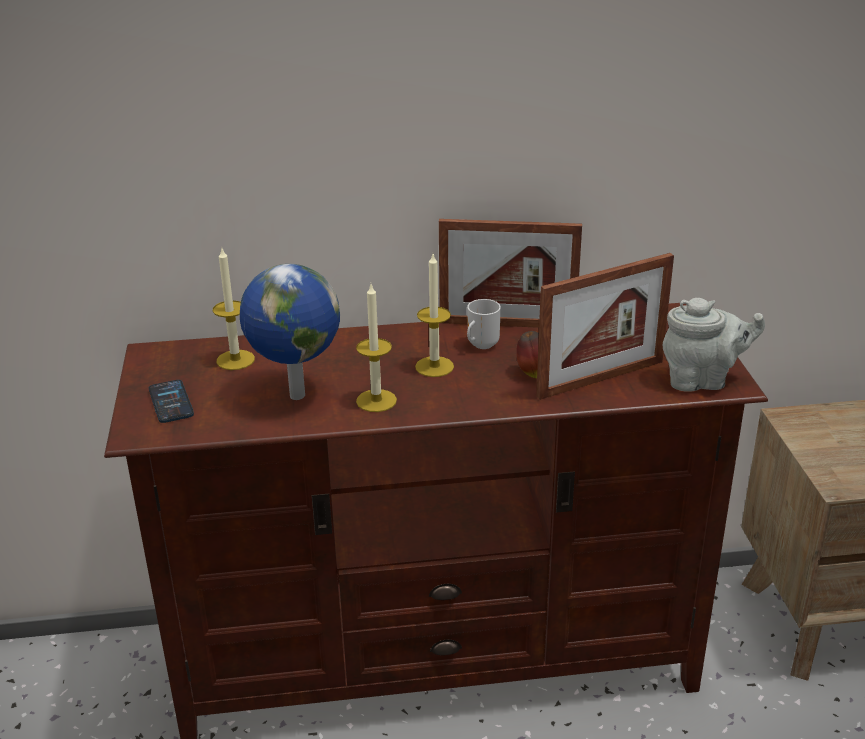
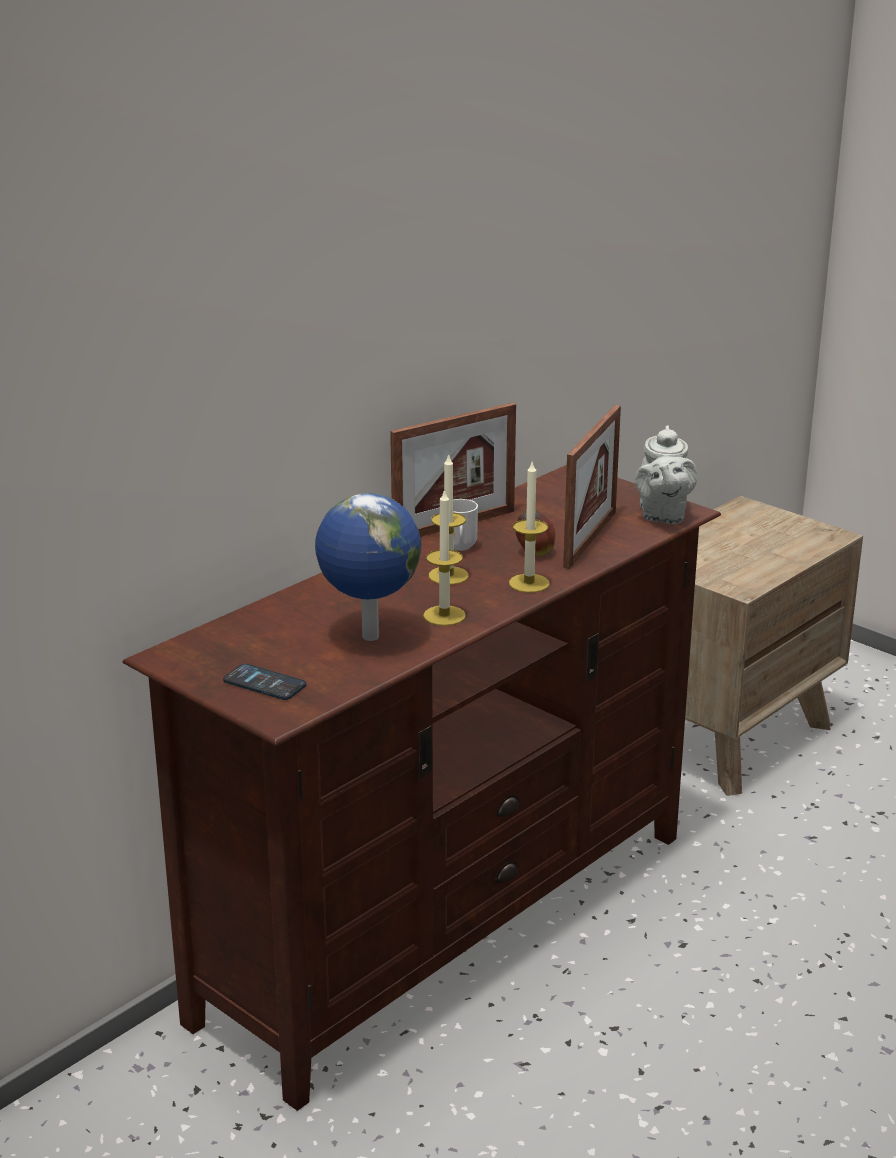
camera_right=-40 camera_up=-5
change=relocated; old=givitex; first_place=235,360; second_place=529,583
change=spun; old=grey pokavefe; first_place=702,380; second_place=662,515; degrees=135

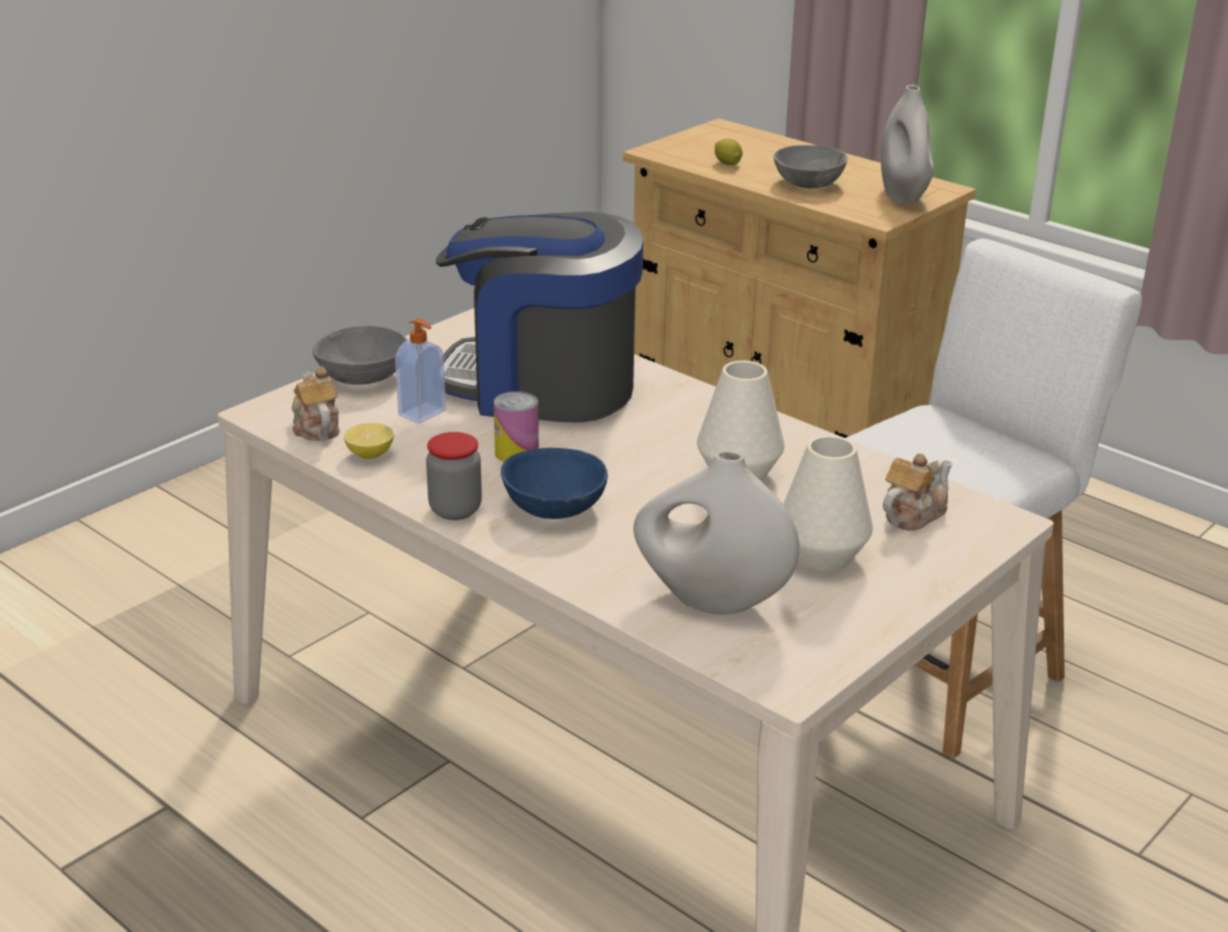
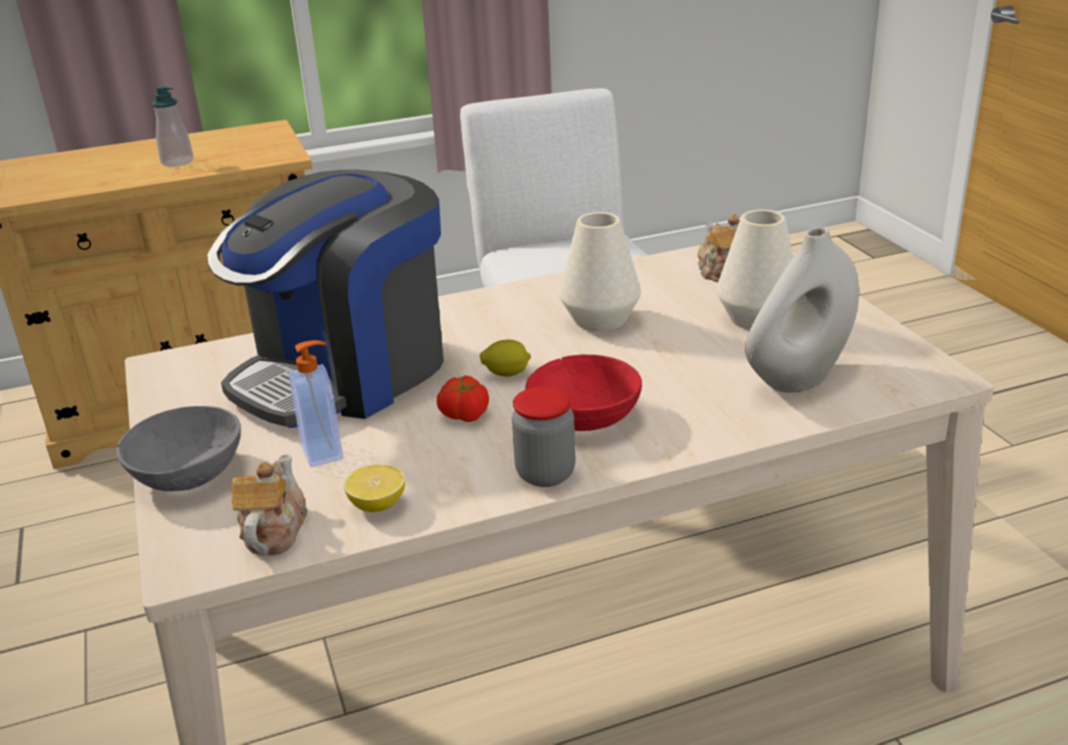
camera_right=-60 camera_up=0
change=spun; old=pokavefe; first_place=315,427; second_place=273,531; degrees=90
change=exchanged; old=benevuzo; new=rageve; first_place=516,453; second_place=464,415
change=colour; old=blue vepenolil; new=red vepenolil; first_place=553,507; second_place=585,417
change=relocated; old=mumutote; first_place=727,163; second_place=506,374
change=exchanged; old=grey vepenolil; new=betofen; first_place=809,182; second_place=177,162
change=missing; old=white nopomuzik; first_place=903,196

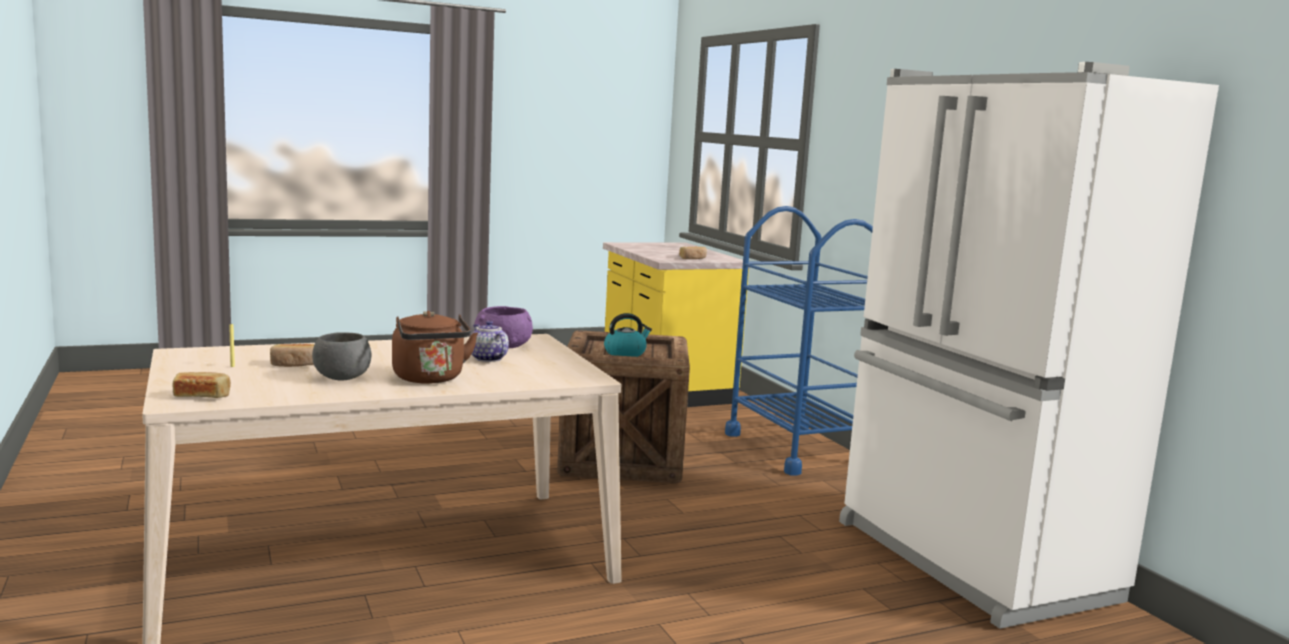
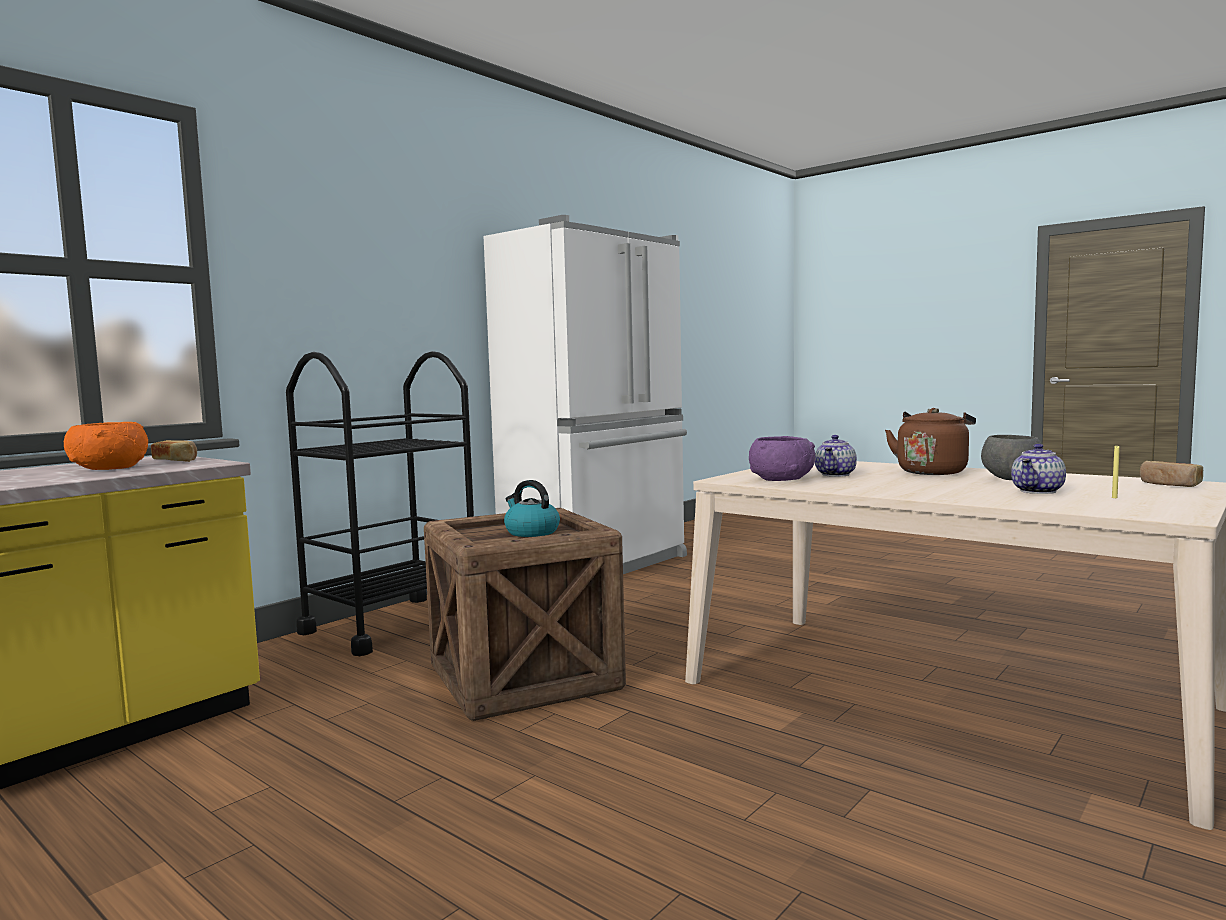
camera_right=-115 camera_up=-5
change=exchanged; old=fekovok; new=pokavefe; first_place=294,364; second_place=1038,491
change=colour; old=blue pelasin; new=black pelasin; first_place=797,449; second_place=392,624
change=appeared; new=orange vepenolil; second_place=109,468

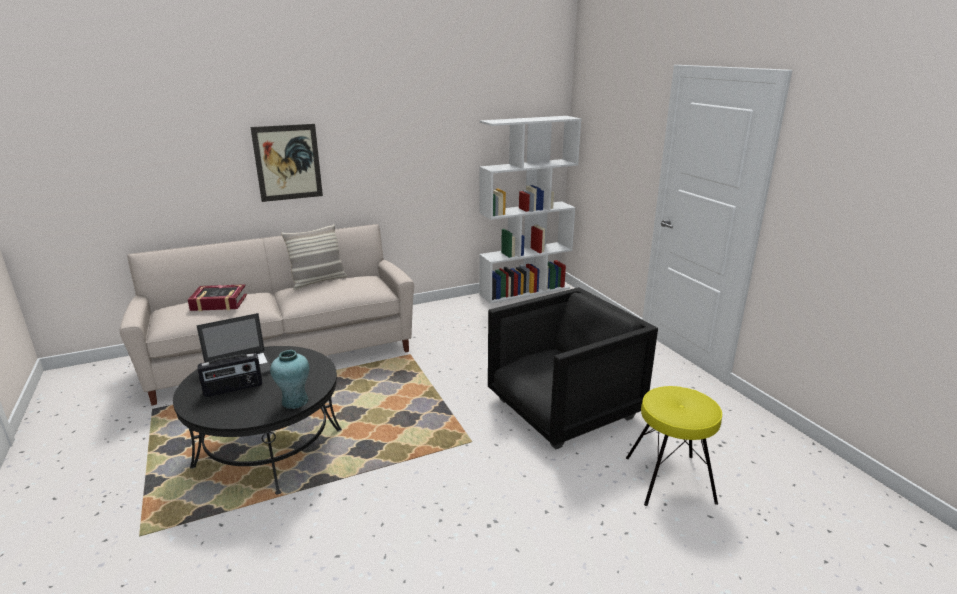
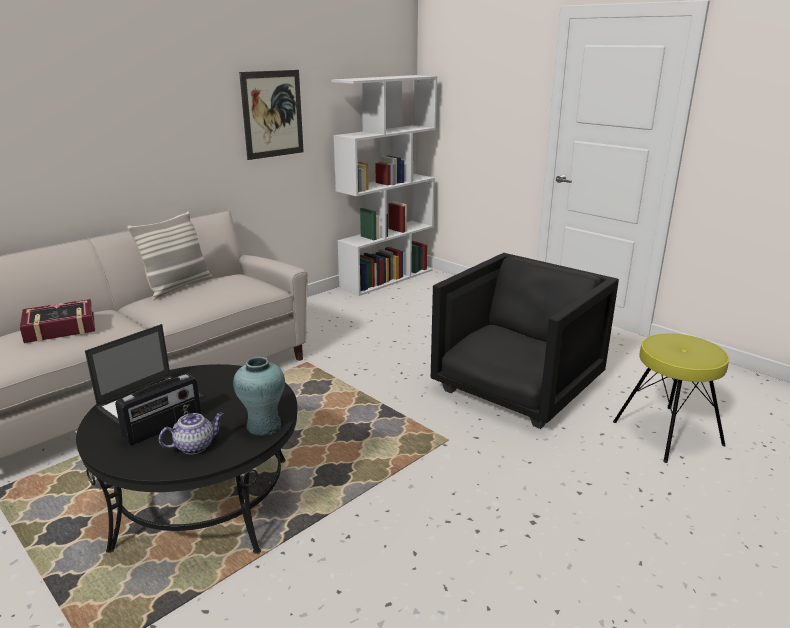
camera_right=-20 camera_up=0
change=relocated; old=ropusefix; first_place=288,162; second_place=272,114
change=appeared; new=pokavefe; second_place=195,446

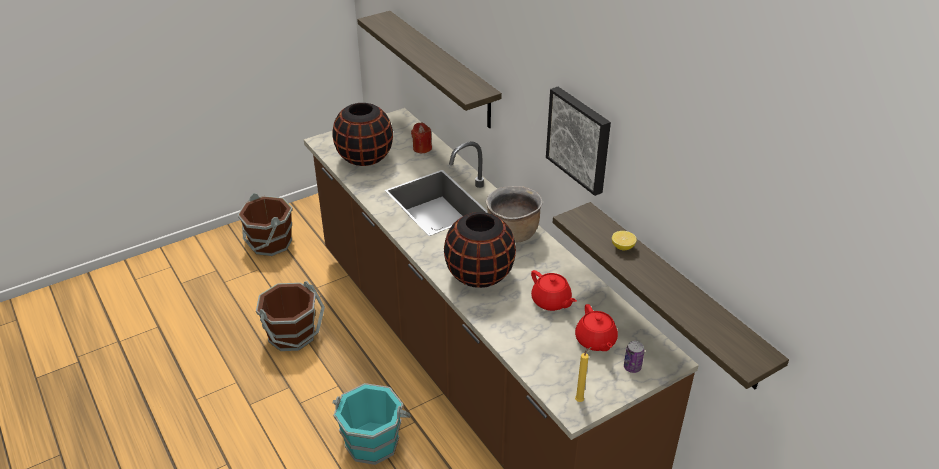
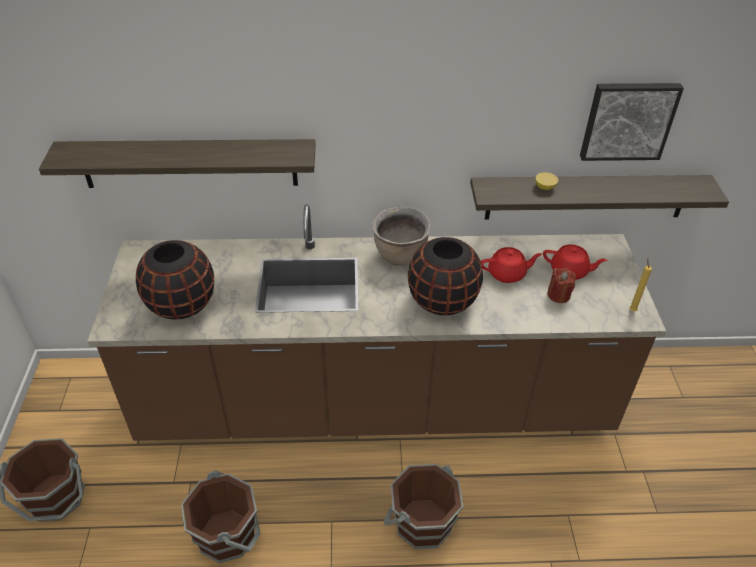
camera_right=-60 camera_up=5
change=colour; old=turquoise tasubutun; new=brown tasubutun; first_place=372,441; second_place=422,522
change=relocated; old=red givitex; first_place=422,148; second_place=558,295
change=relocated; old=ropusefix; first_place=580,139; second_place=628,120
change=missing; old=benevuzo; first_place=632,367

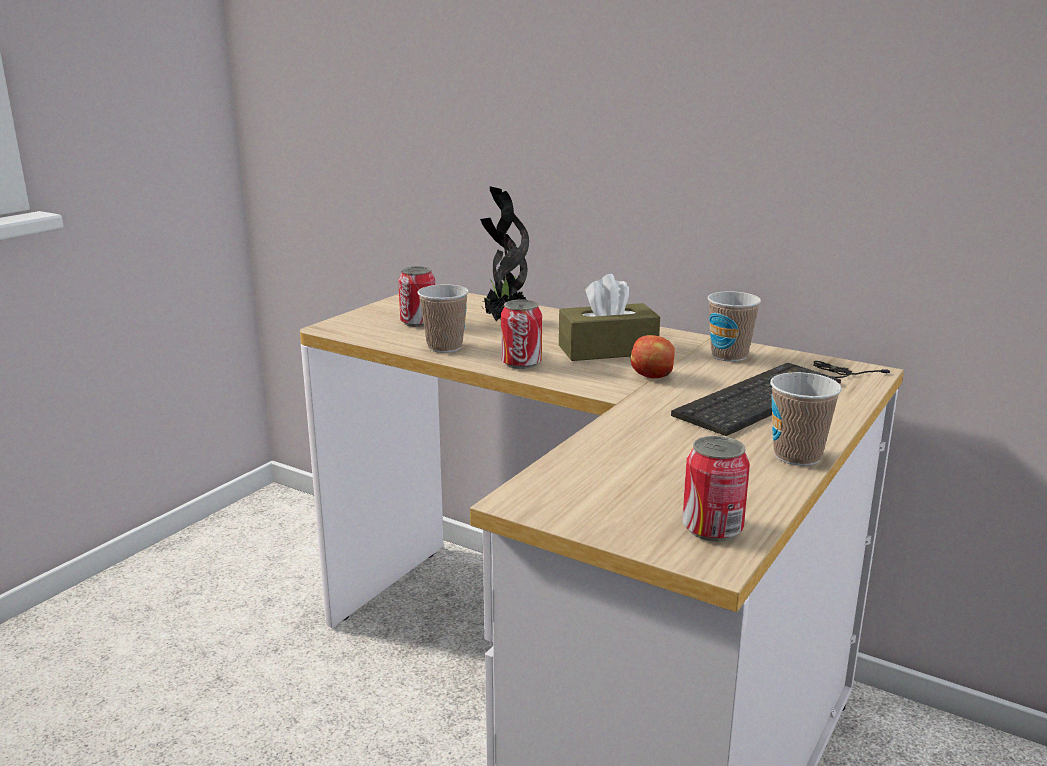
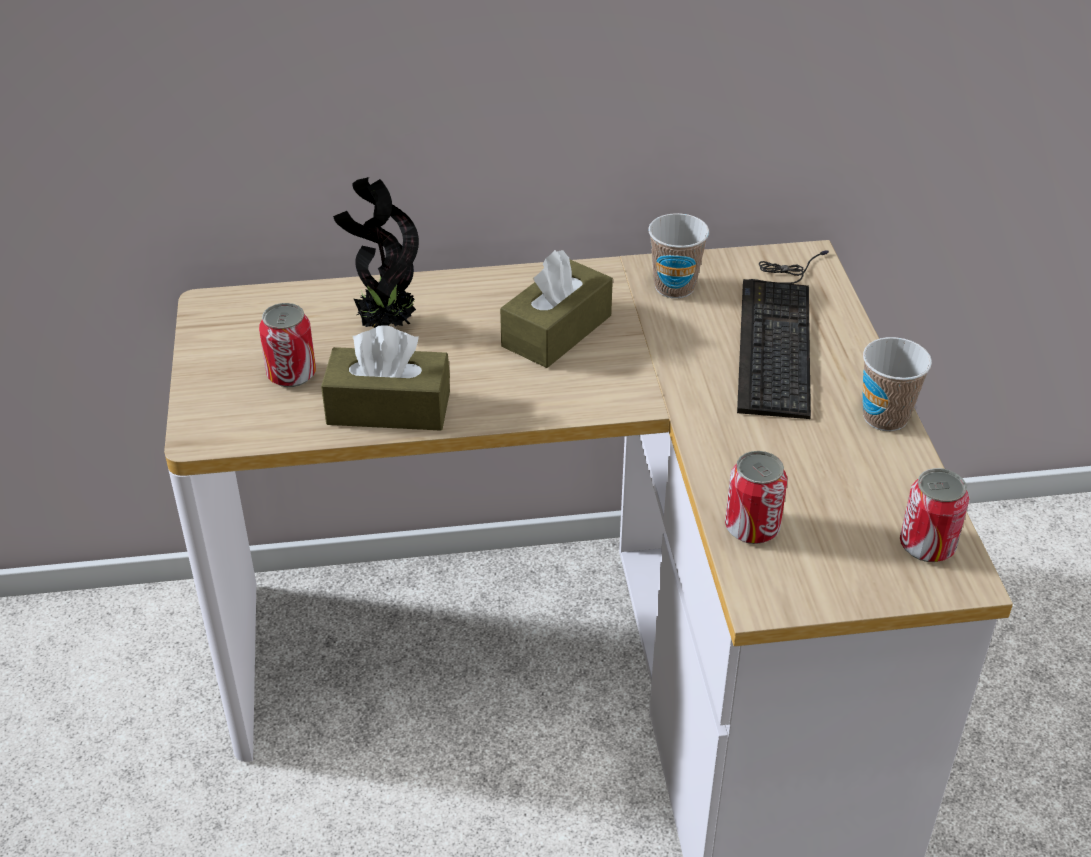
camera_right=-40 camera_up=20
change=exchanged; old=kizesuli; new=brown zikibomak; first_place=444,347; second_place=388,408
change=relocated; old=benevuzo; first_place=521,363; second_place=752,527
change=missing; old=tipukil; first_place=653,376

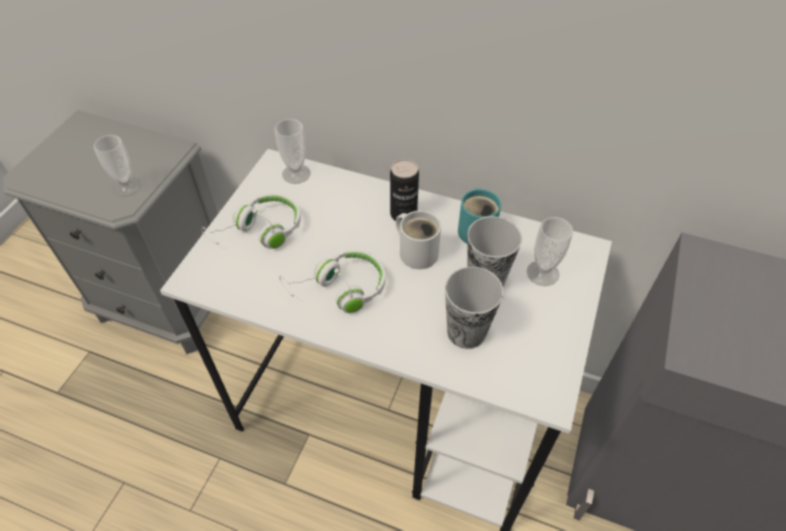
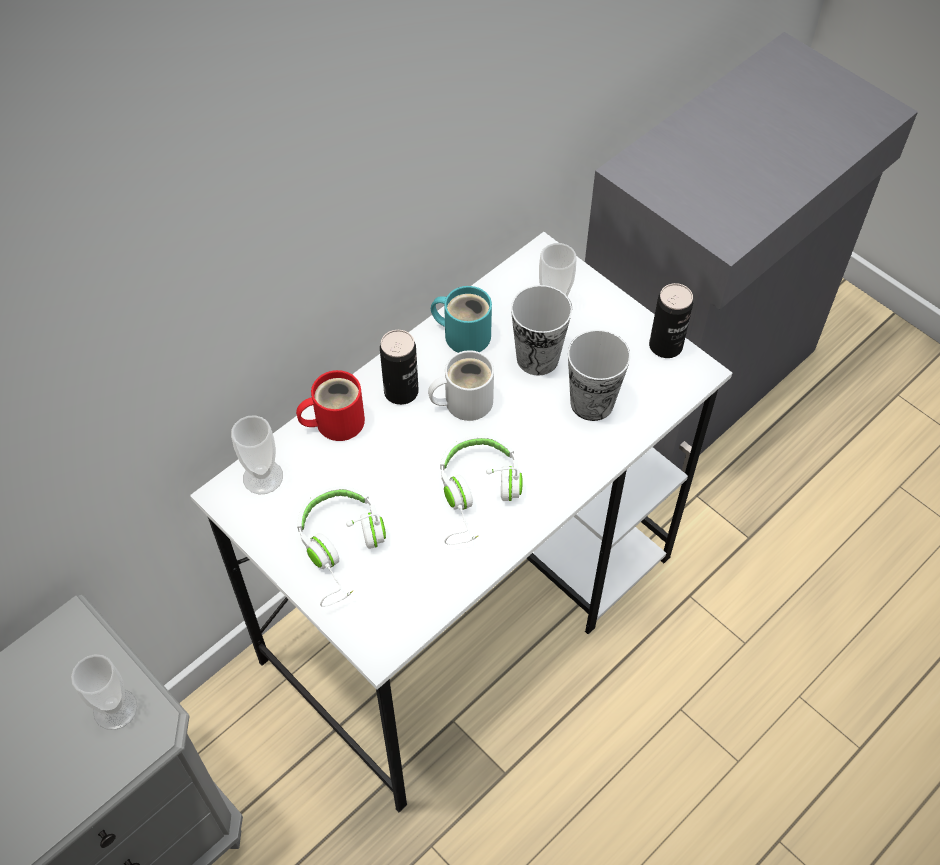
camera_right=-65 camera_up=5
change=appeared; new=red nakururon; second_place=335,421
change=appeared; new=benevuzo; second_place=665,346

